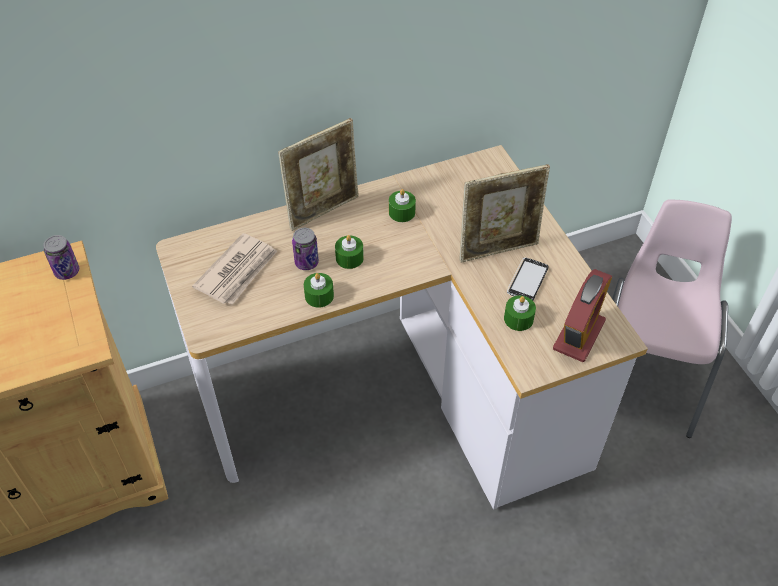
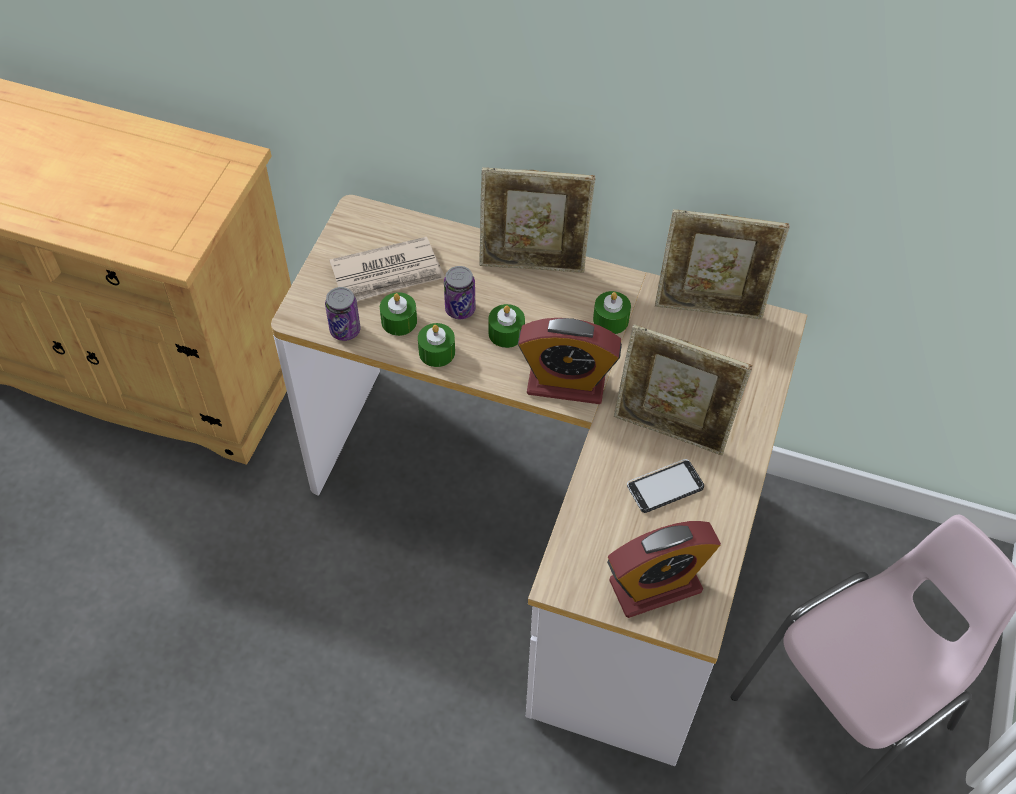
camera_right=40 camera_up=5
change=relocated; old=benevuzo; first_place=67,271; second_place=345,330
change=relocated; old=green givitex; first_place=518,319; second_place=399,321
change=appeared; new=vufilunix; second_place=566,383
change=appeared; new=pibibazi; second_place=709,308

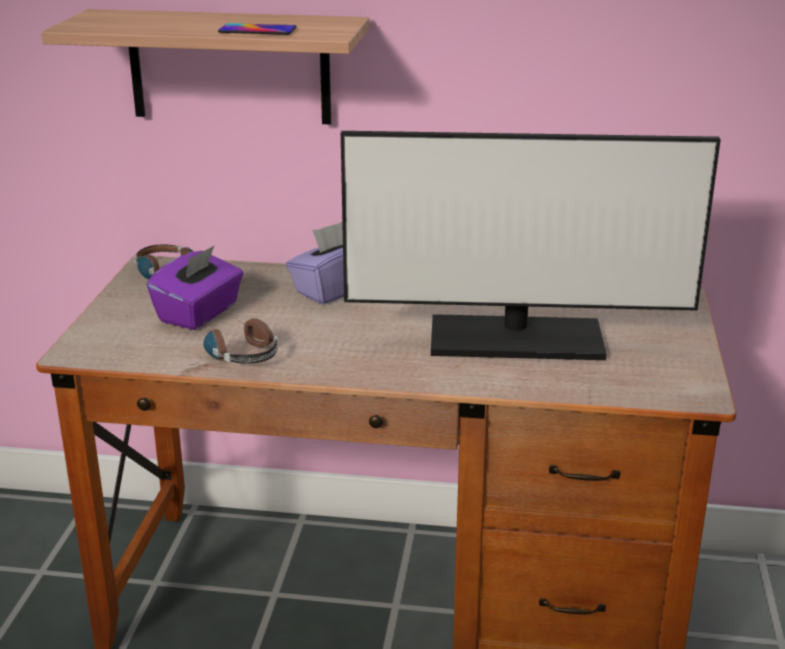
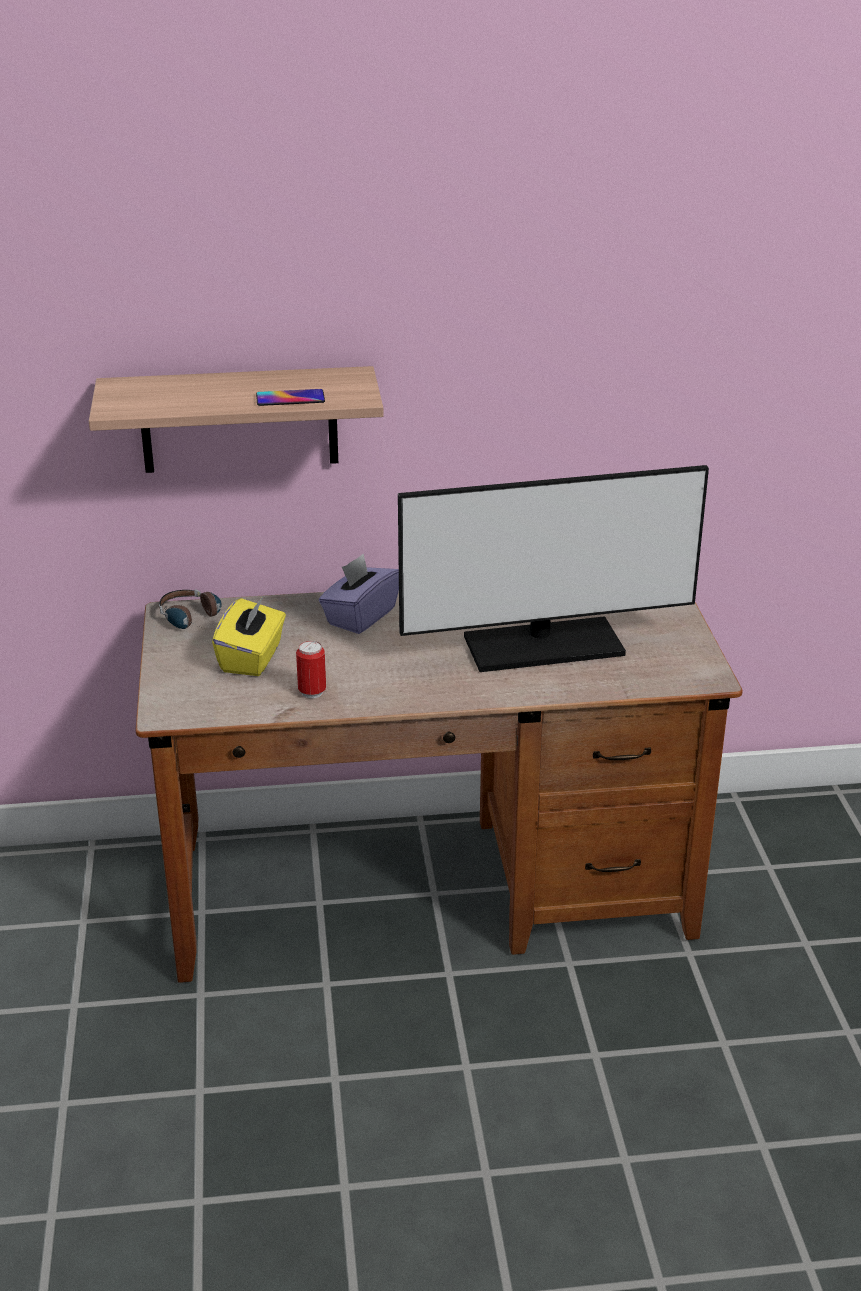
camera_right=-15 camera_up=5
change=colour; old=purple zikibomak; new=yellow zikibomak; first_place=199,313; second_place=252,658
change=exchanged; old=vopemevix; new=benevuzo; first_place=238,351; second_place=312,692

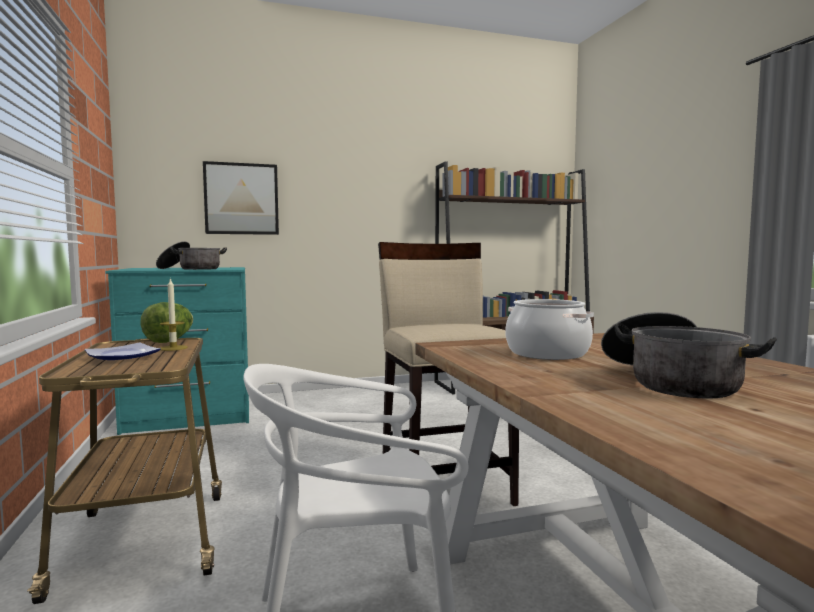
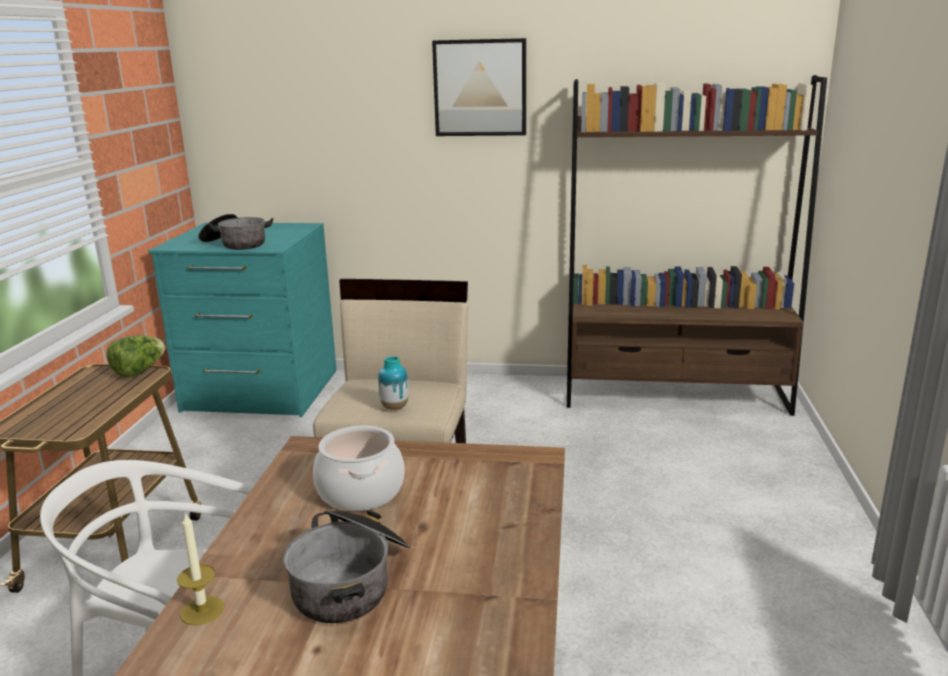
camera_right=25 camera_up=15
change=missing; old=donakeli; first_place=124,356
change=relocated; old=givitex; first_place=173,348; second_place=202,610
change=relocated; old=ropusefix; first_place=241,199; second_place=480,88
change=appeared; new=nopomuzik; second_place=394,407

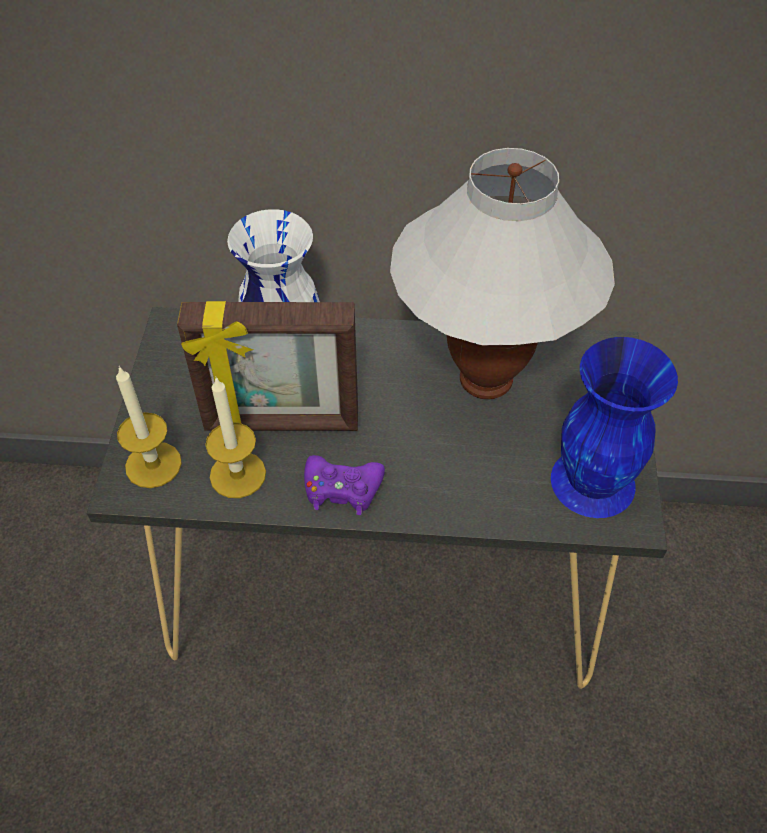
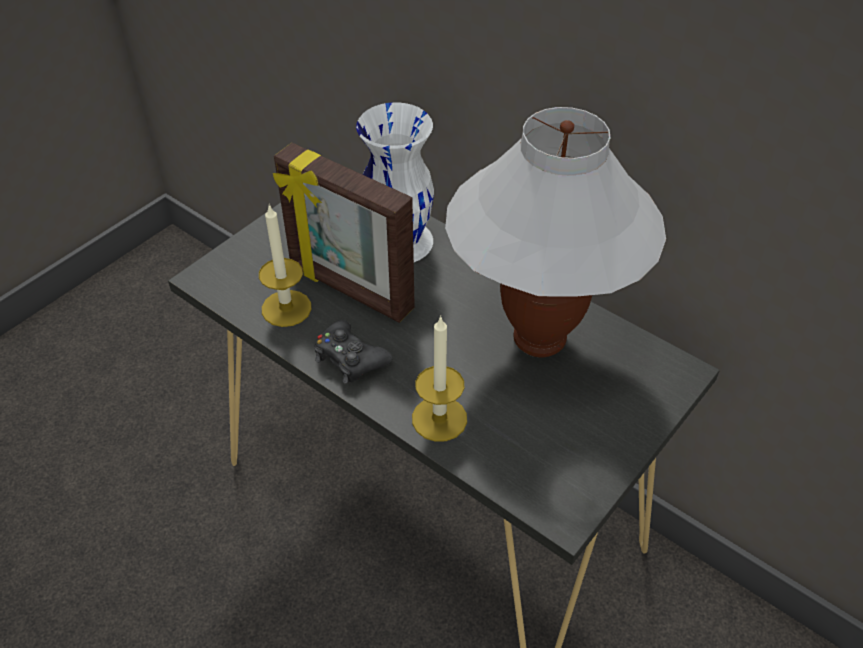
camera_right=35 camera_up=-5
change=relocated; old=givitex; first_place=153,464; second_place=439,419
change=colour; old=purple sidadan; new=black sidadan; first_place=342,489; second_place=350,358
change=missing; old=blue nopomuzik; first_place=594,481

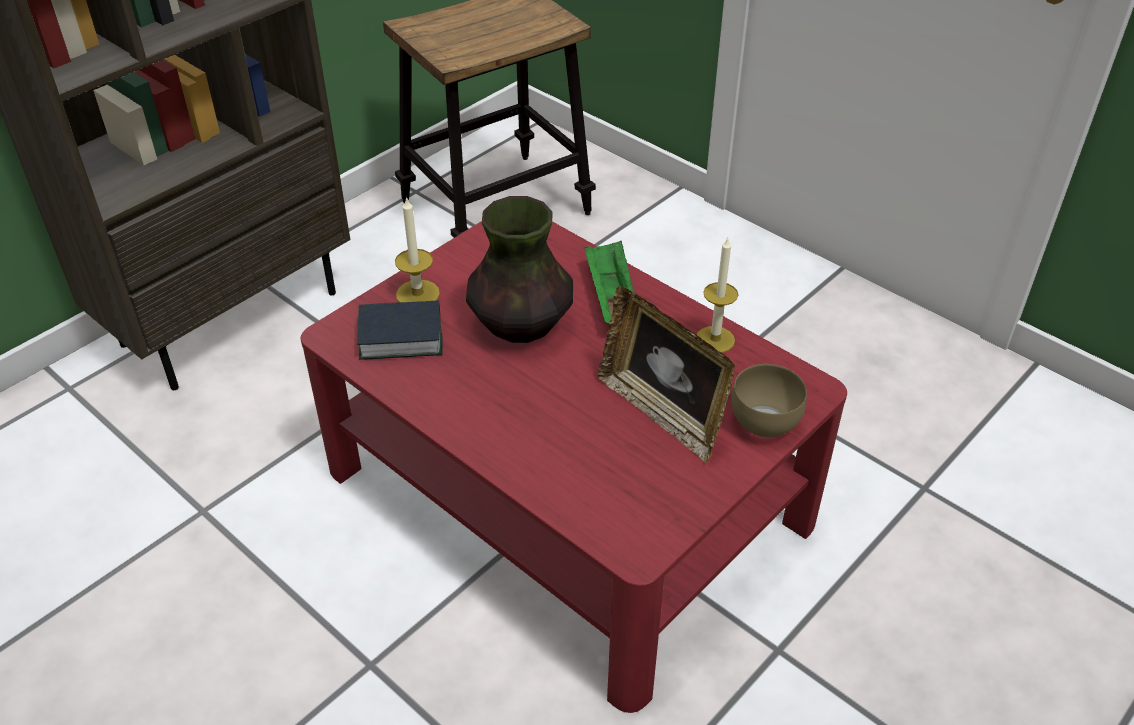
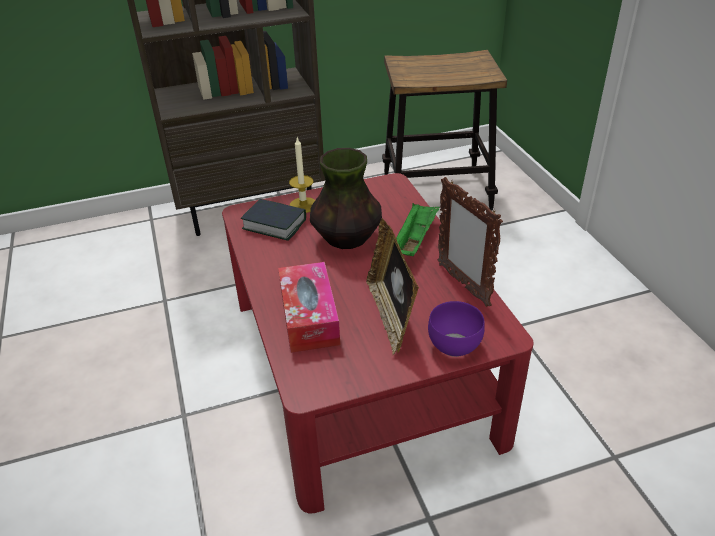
camera_right=30 camera_up=-5
change=exchanged; old=givitex; new=pibibazi; first_place=715,339; second_place=463,284
change=colour; old=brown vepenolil; new=purple vepenolil; first_place=761,422; second_place=453,344
change=appeared; new=zikibomak; second_place=309,317

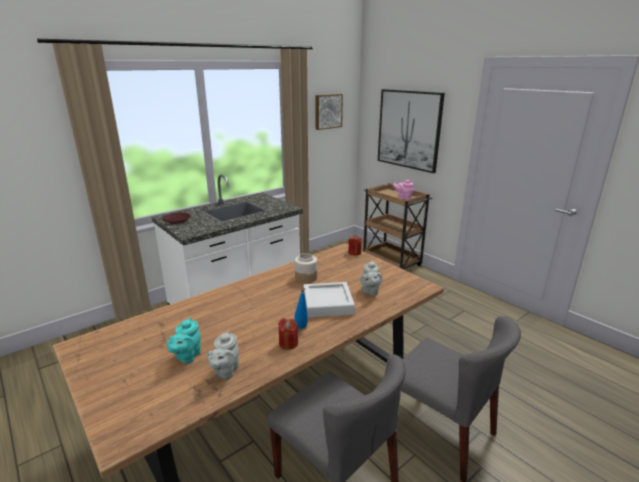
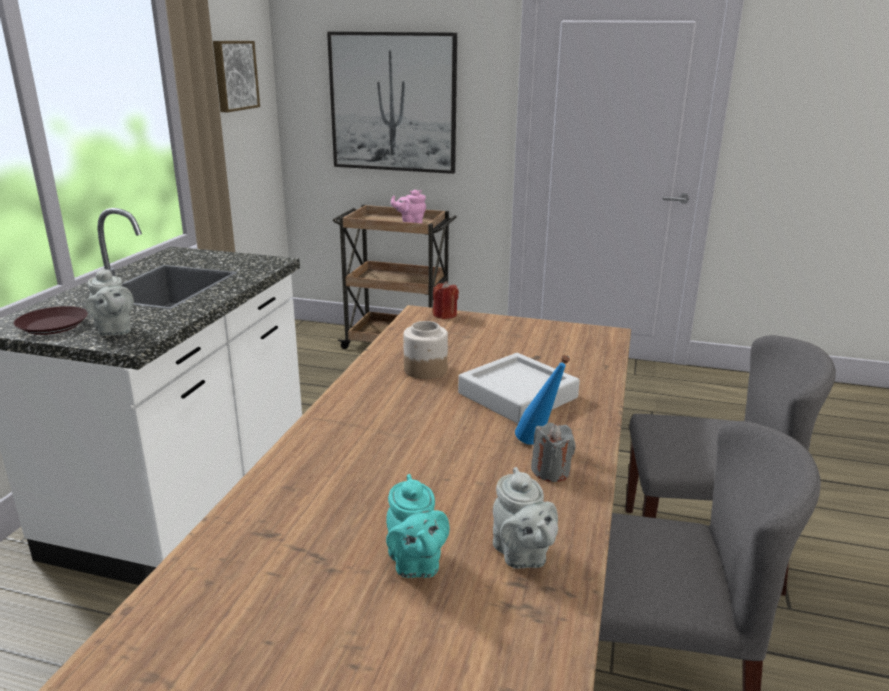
camera_right=-35 camera_up=0
change=colour; old=red givitex; new=grey givitex; first_place=288,343; second_place=551,471
change=relocated; old=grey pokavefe; first_place=370,291; second_place=114,331

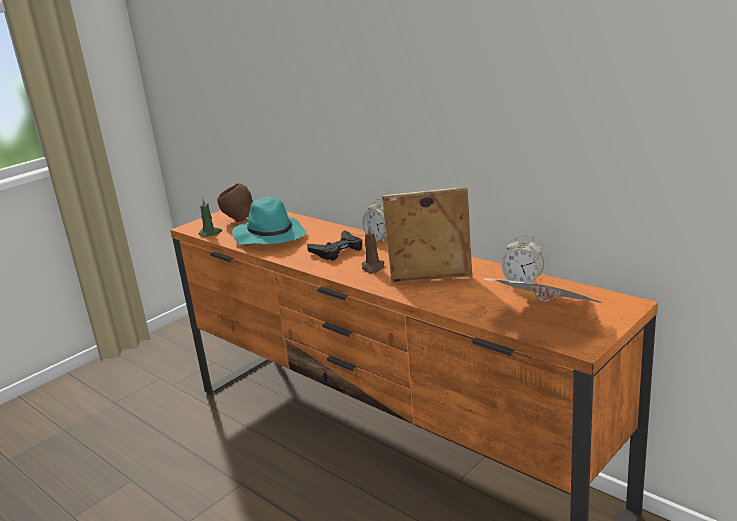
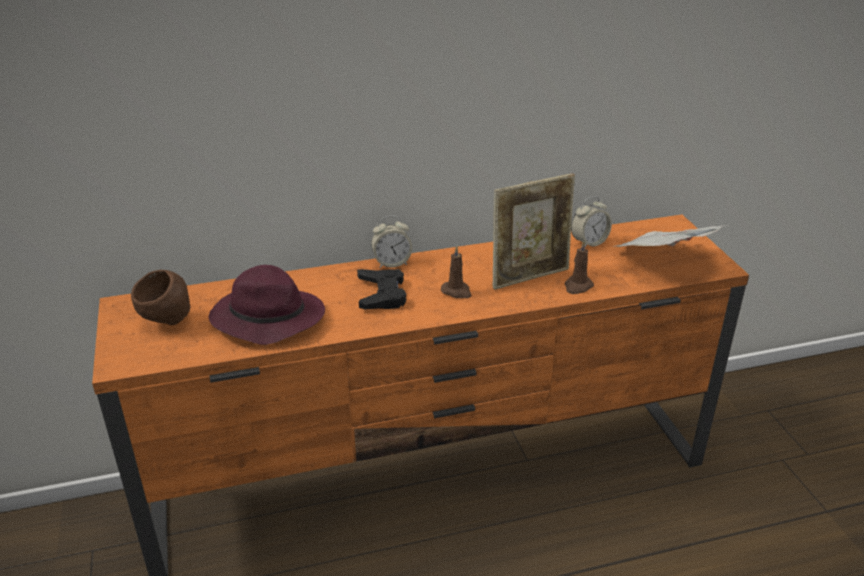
camera_right=-60 camera_up=10
change=missing; old=green givitex; first_place=210,233
change=colour; old=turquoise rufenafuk; new=purple rufenafuk; first_place=269,236; second_place=266,319
change=spun; old=pibibazi; first_place=430,281; second_place=530,277; degrees=-150
change=appeared; new=brown givitex; second_place=577,286

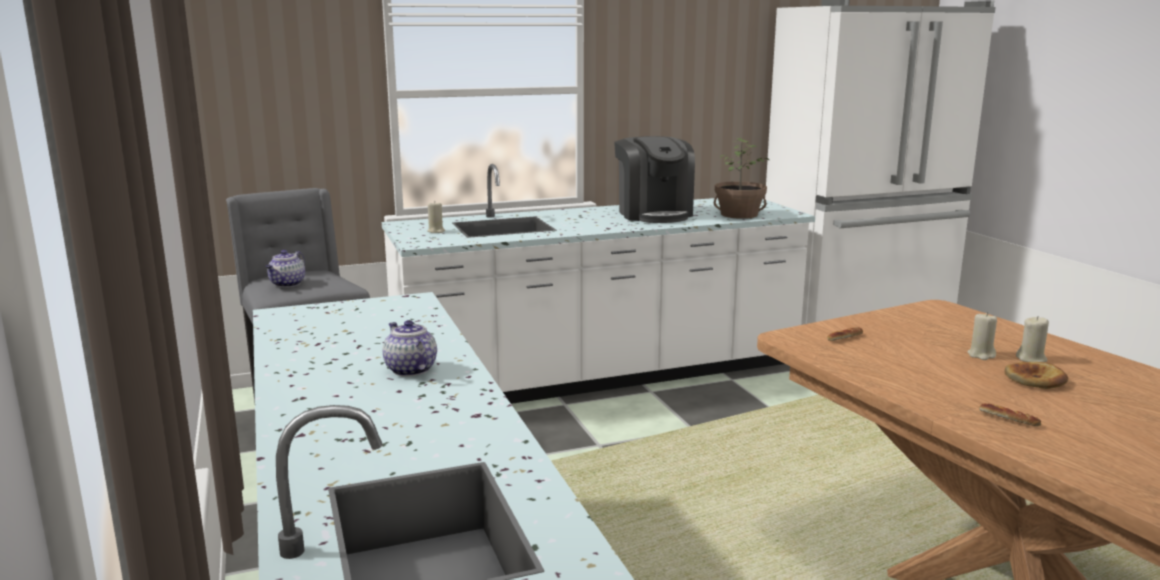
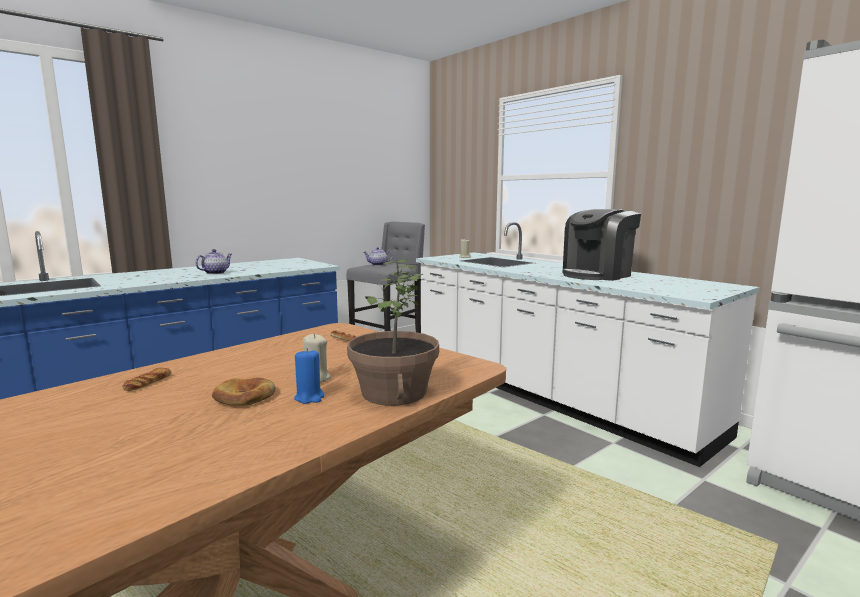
camera_right=70 camera_up=-5
change=relocated; old=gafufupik; first_place=739,215; second_place=393,392
change=colour; old=beige givitex; new=blue givitex; first_place=1031,359; second_place=309,397

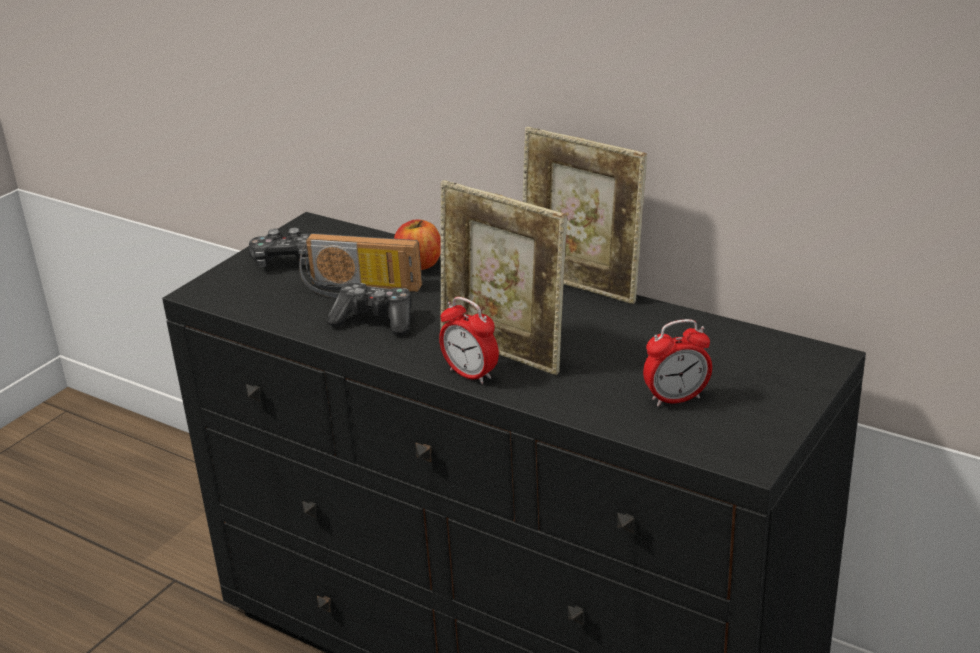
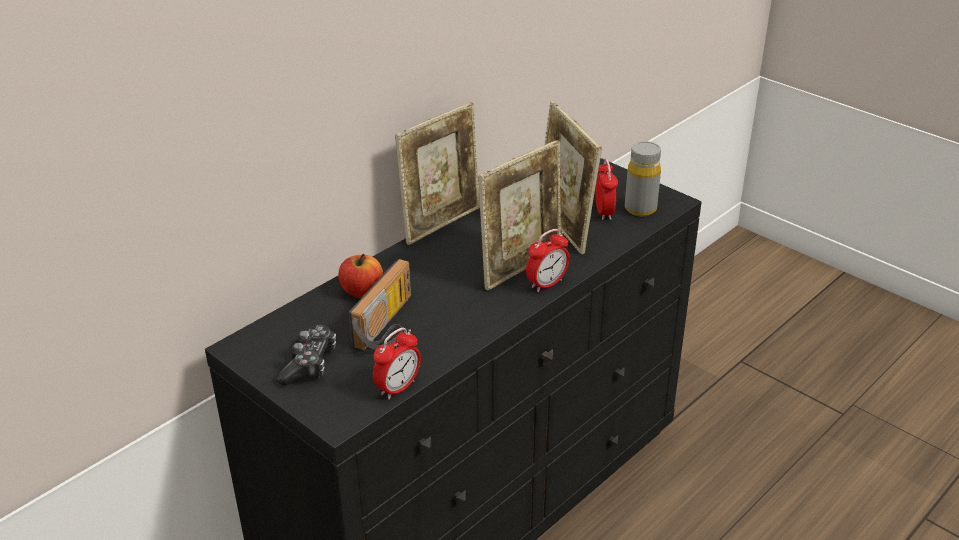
camera_right=-80 camera_up=5
change=missing; old=sidadan; first_place=375,320
change=appeared; new=vufilunix; second_place=398,388
change=appeared; new=pibibazi; second_place=564,228
change=appeared; new=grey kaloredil; second_place=640,209

